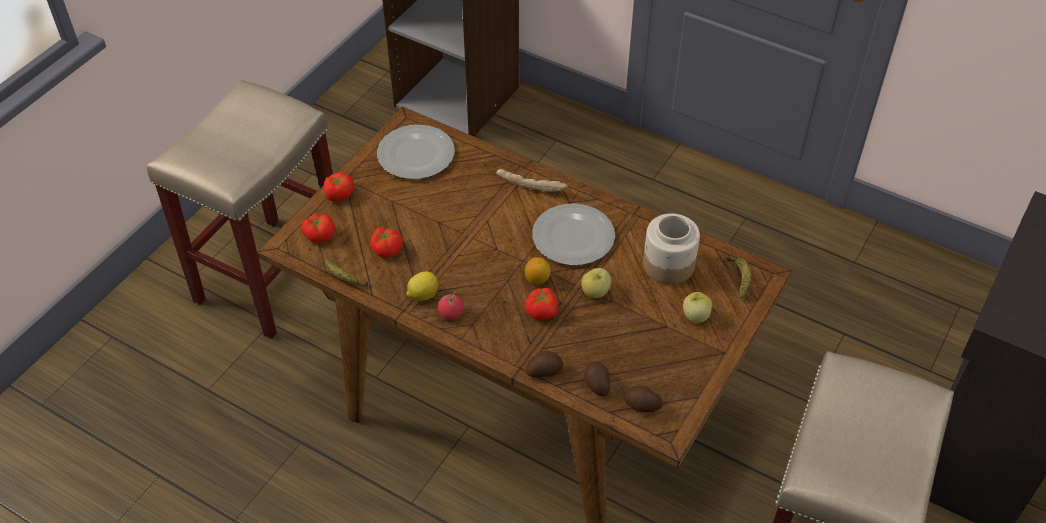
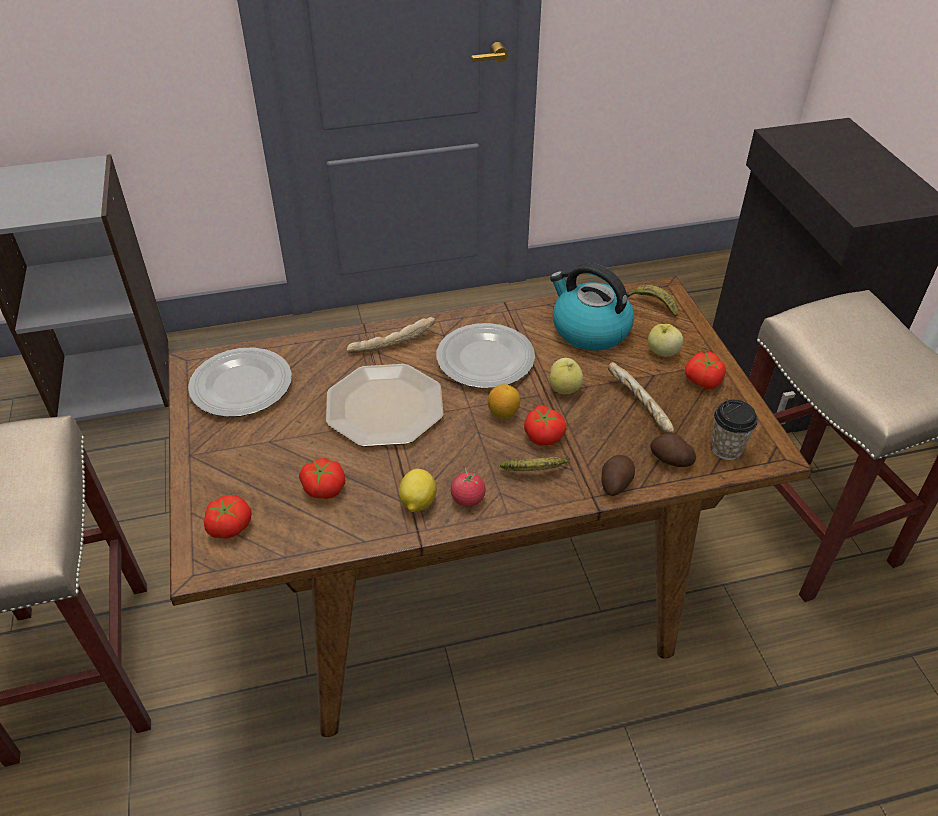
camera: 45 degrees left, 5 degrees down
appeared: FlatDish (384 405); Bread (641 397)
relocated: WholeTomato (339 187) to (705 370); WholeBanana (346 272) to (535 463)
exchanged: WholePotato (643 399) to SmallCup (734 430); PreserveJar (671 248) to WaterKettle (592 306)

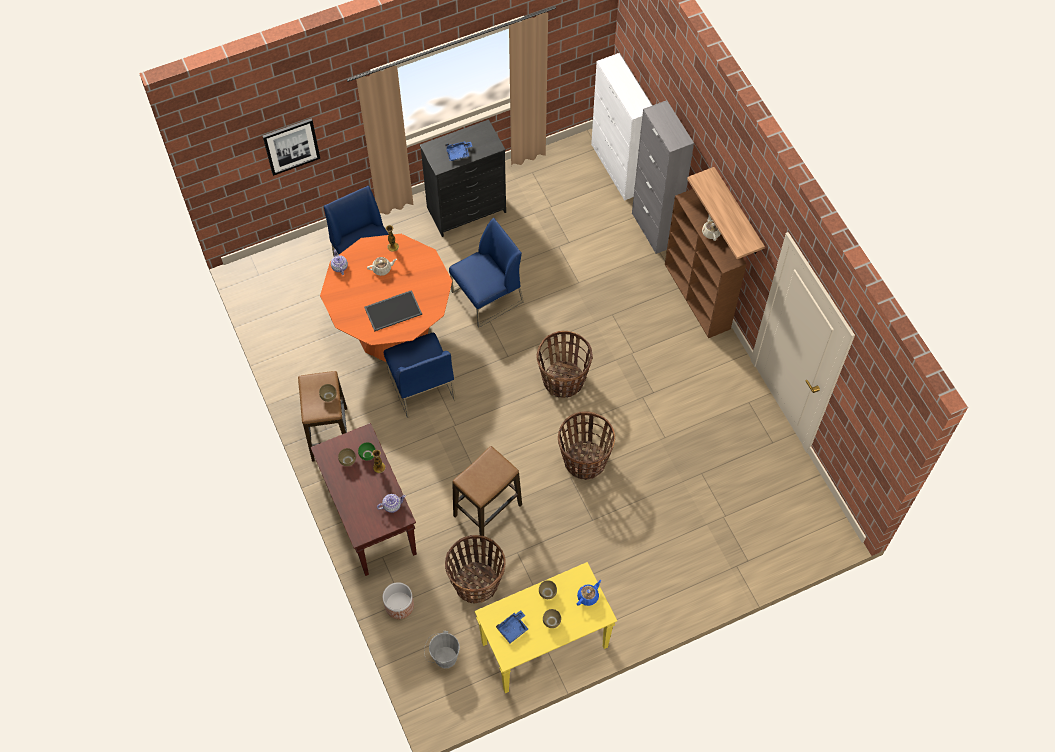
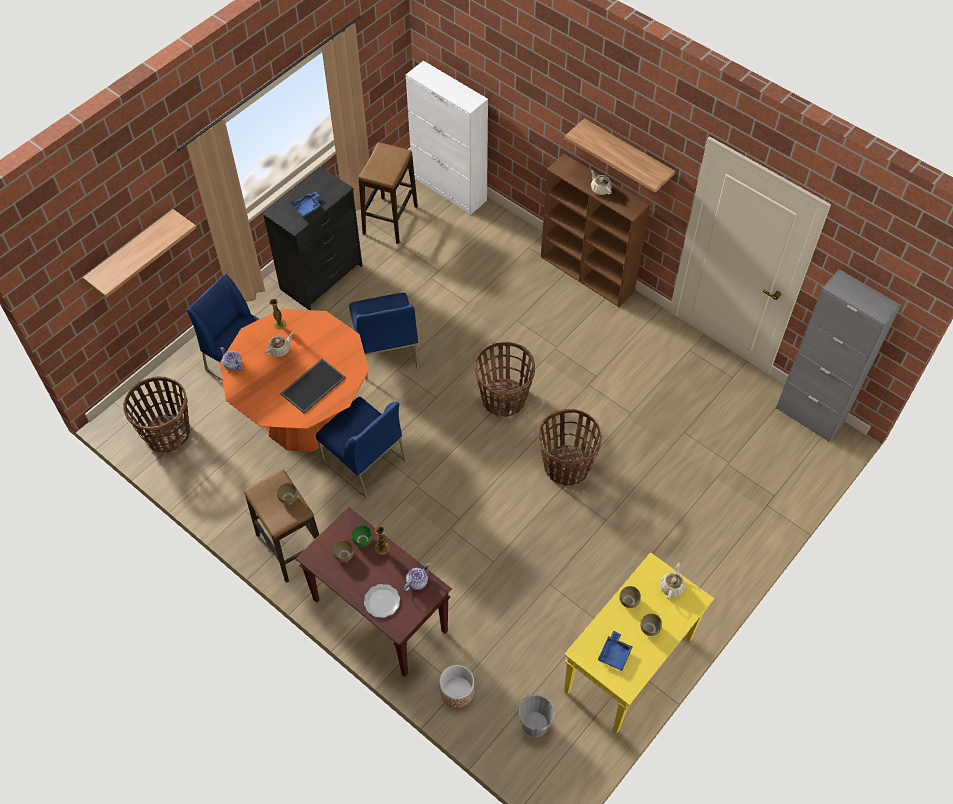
camera: 25 degrees left, 5 degrees down
appeared: FlatDish (382 601)
relocated: StorageBasket (475 569) to (156 415); SittingStool (487 493) to (388 193); GreyishCupboard (663 177) to (838 355)
exchanged: WallArt (291 147) to Shelf (139 253)
colour: BluePotForTea (589 593) to BeigePotForTea (672 581)
spun: BlueUprightChair (486 273) = (384 336) 135 degrees clockwise

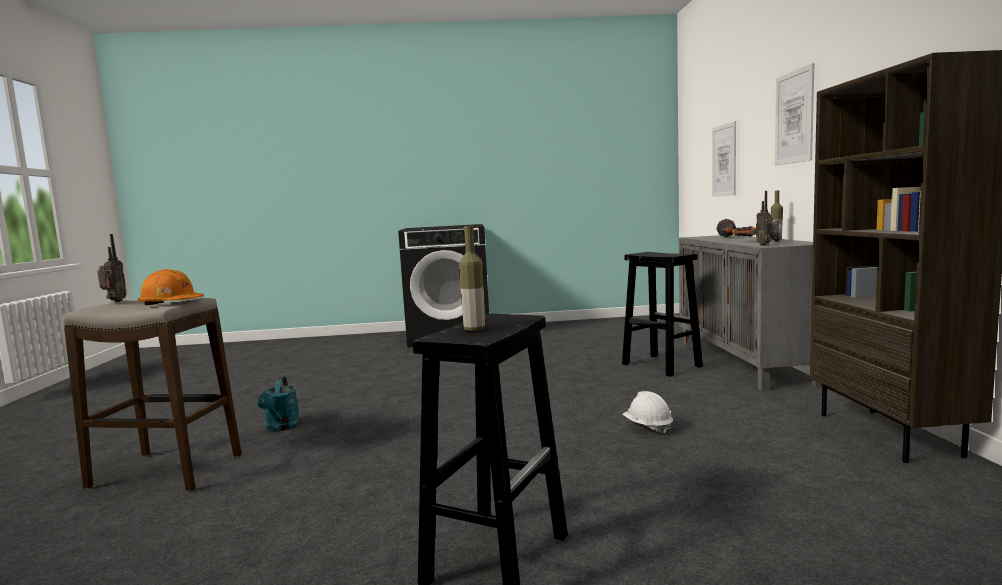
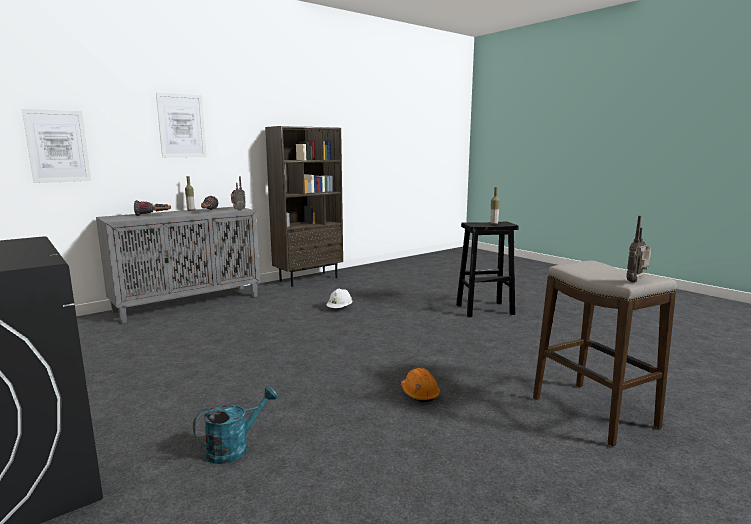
camera: 125 degrees left, 5 degrees up
missing: BlackishSittingStool (662 314)
relocated: OrangeyWorkHelmet (171 287) to (420 385); TurquoiseSprinklingCan (279 404) to (235 425)

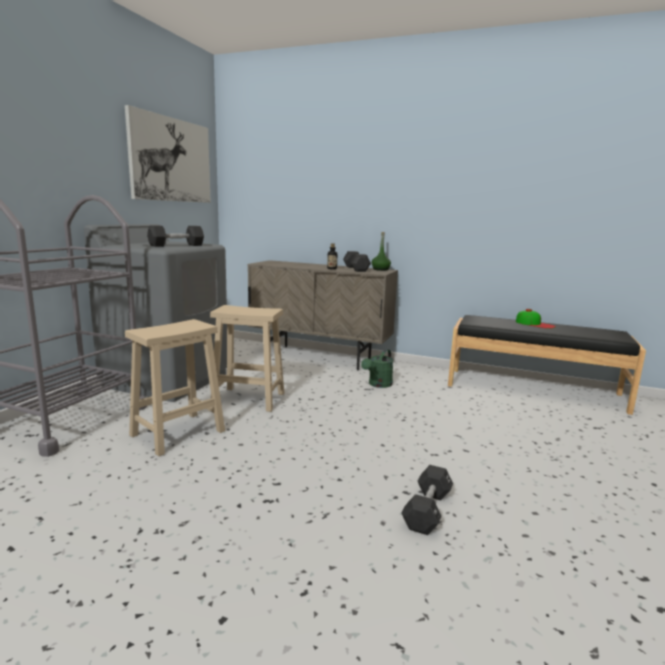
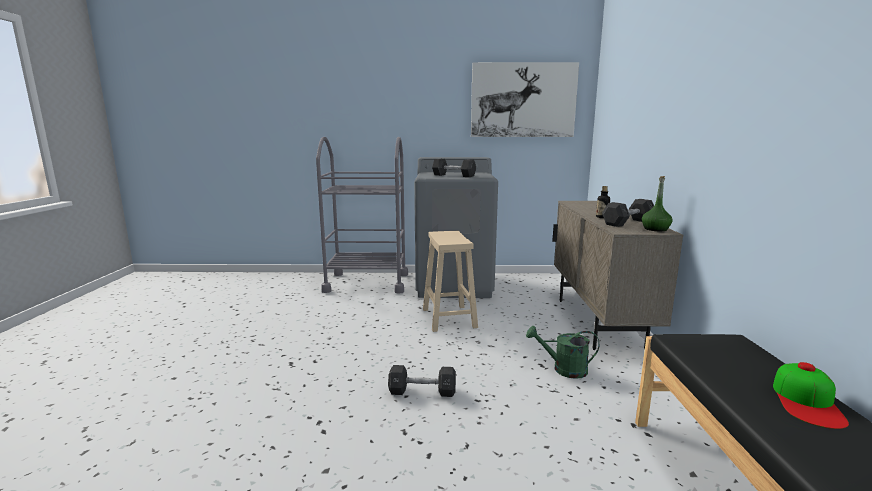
camera: 70 degrees right, 0 degrees up
missing: BeigeSittingStool (175 387)
relocated: BlackishDumbbell (427 500) to (422 381)

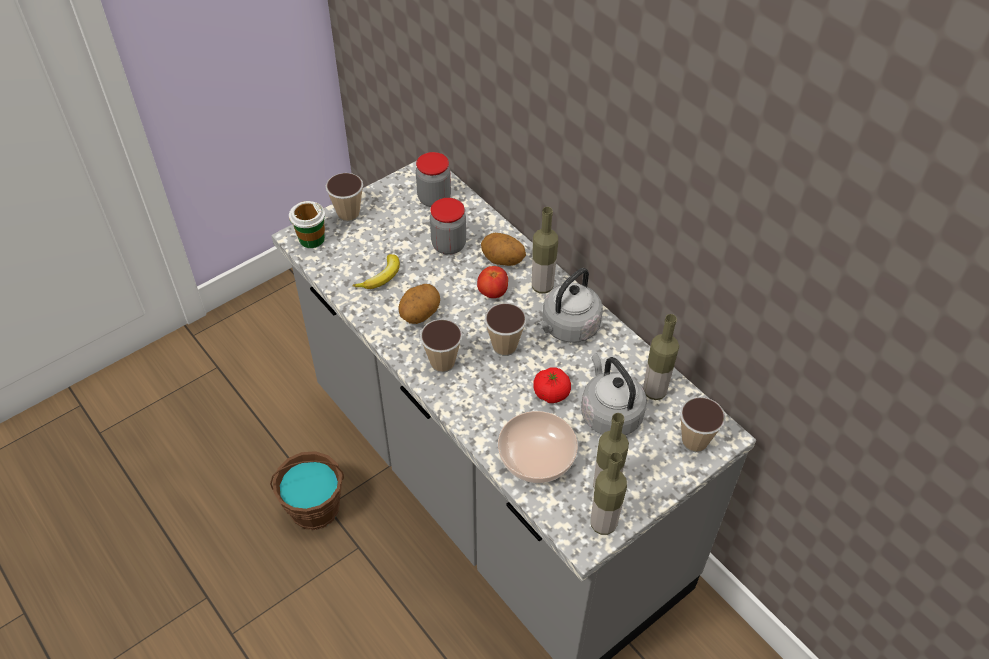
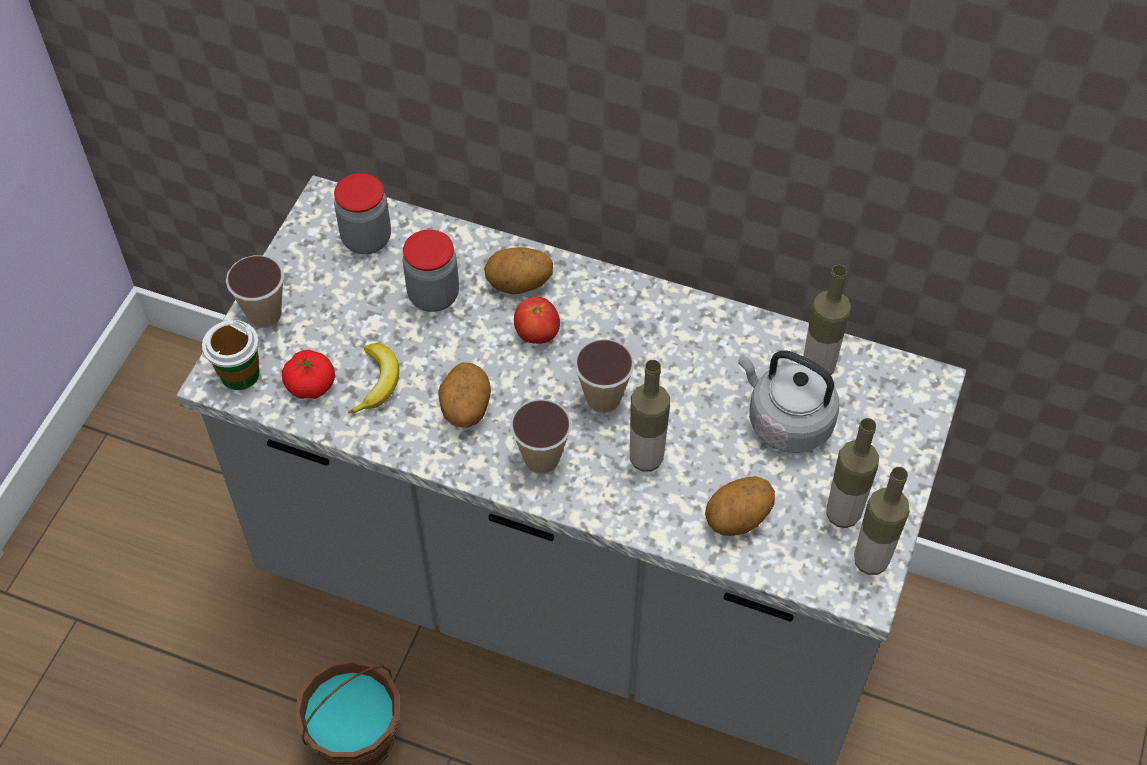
camera: 30 degrees left, 5 degrees up
missing: GreyishWaterKettle (570 305); SmallCup (703 424)
relocated: DrinkBottle (545 250) to (650 416); WholeTomato (552 385) to (308 374)
exchanged: DeepDish (538 447) to WholePotato (740 506)

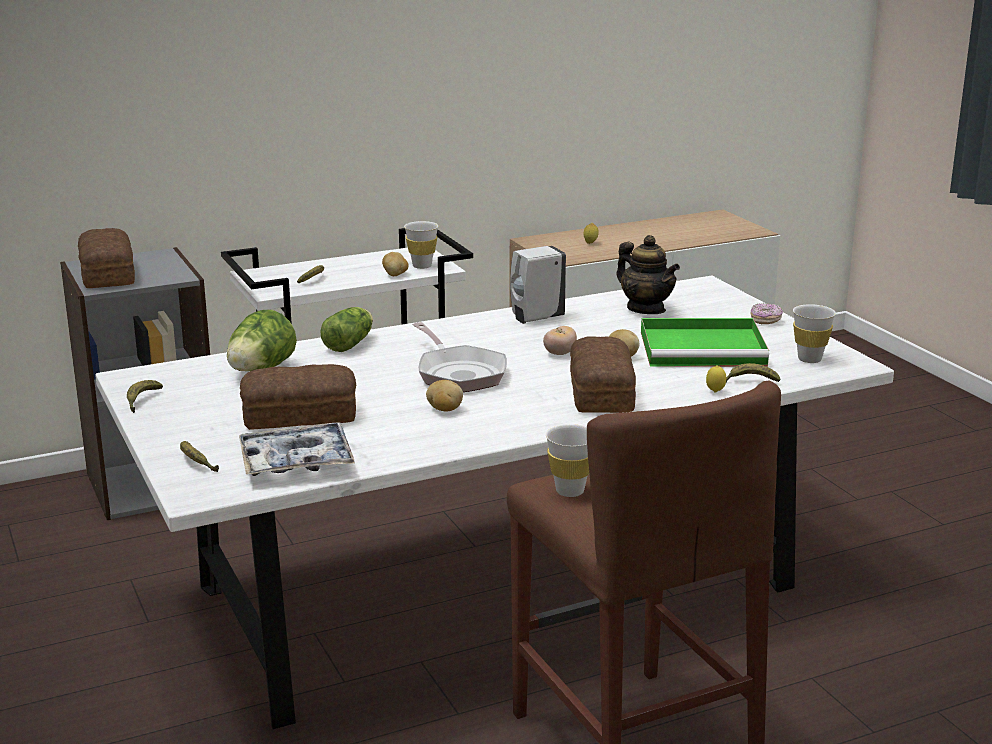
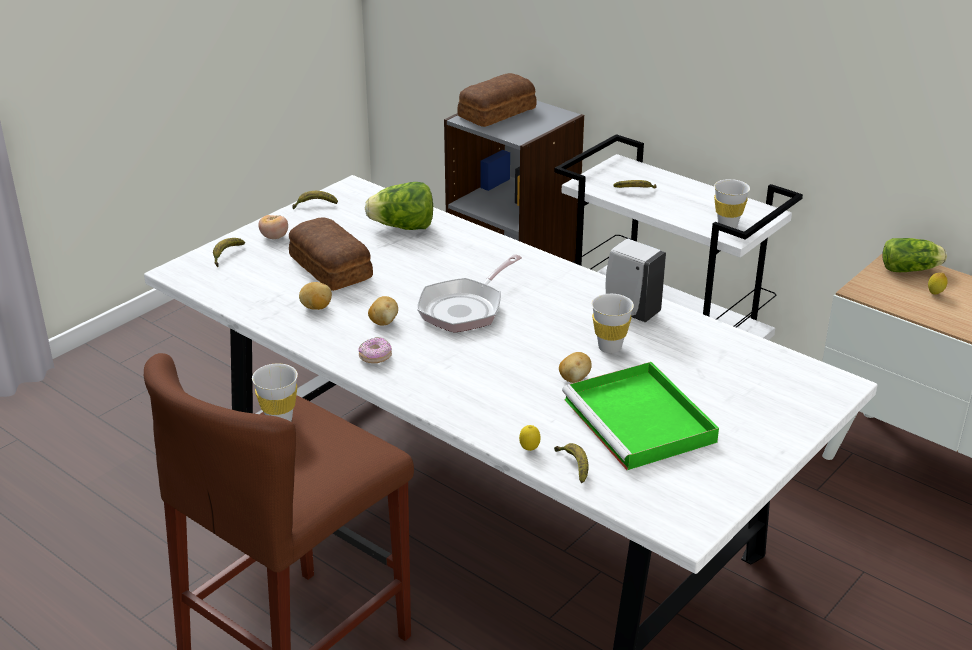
camera: 65 degrees right, 10 degrees up
missing: Tray (297 449); Bread (603 375); PotForTea (648 274)
relocated: Lettuce (347 329) to (914 255); WholePotato (395 264) to (315 296); WholeTomato (560 340) to (273 227); Donut (766 313) to (375 350); WhitishSmallCup (814 333) to (613 323)

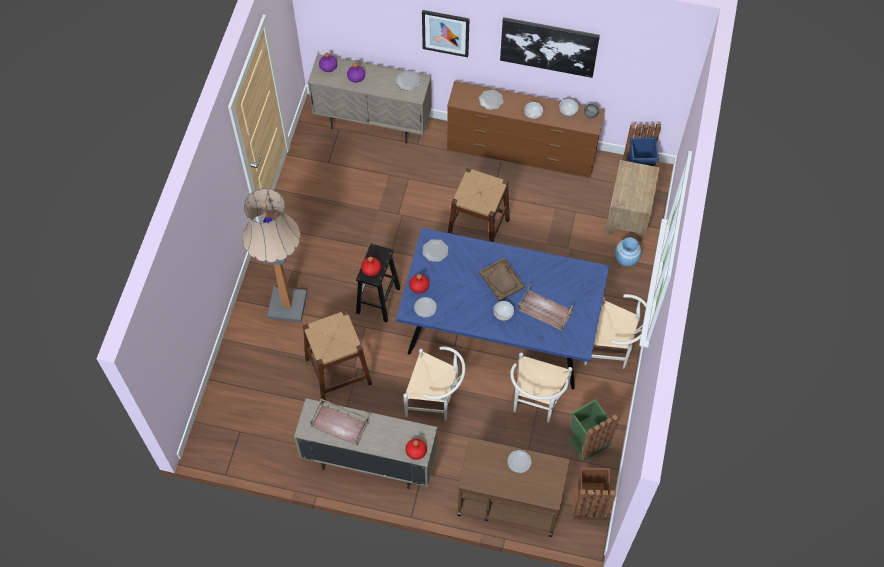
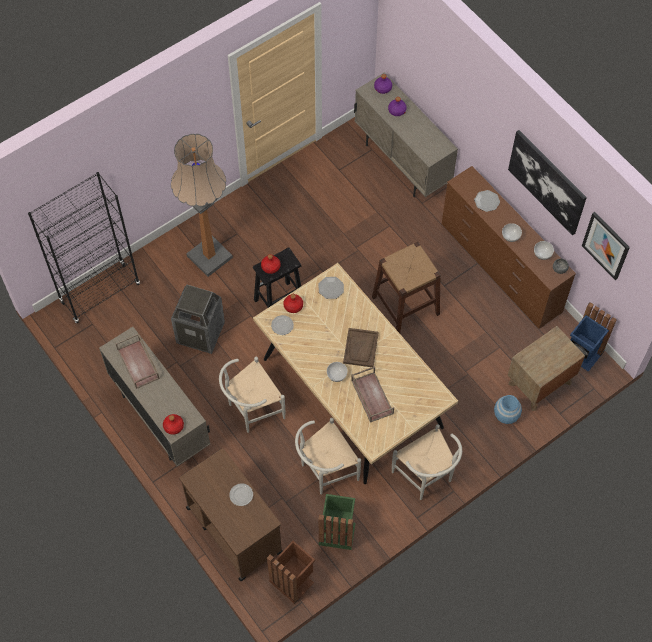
camera: 40 degrees right, 0 degrees up
missing: FlatDish (408 81)
appeared: BlackishBookshelf (84 247)
relocated: WallArt (446 33) to (606 246)
exchanged: BrownColouredSittingStool (337 356) to RubbishBin (198 319)
colour: BlueDinnerTable (502 308) to BeigeDinnerTable (355 373)
spun: WhitishUprightChair (434 383) = (252 395) 90 degrees clockwise

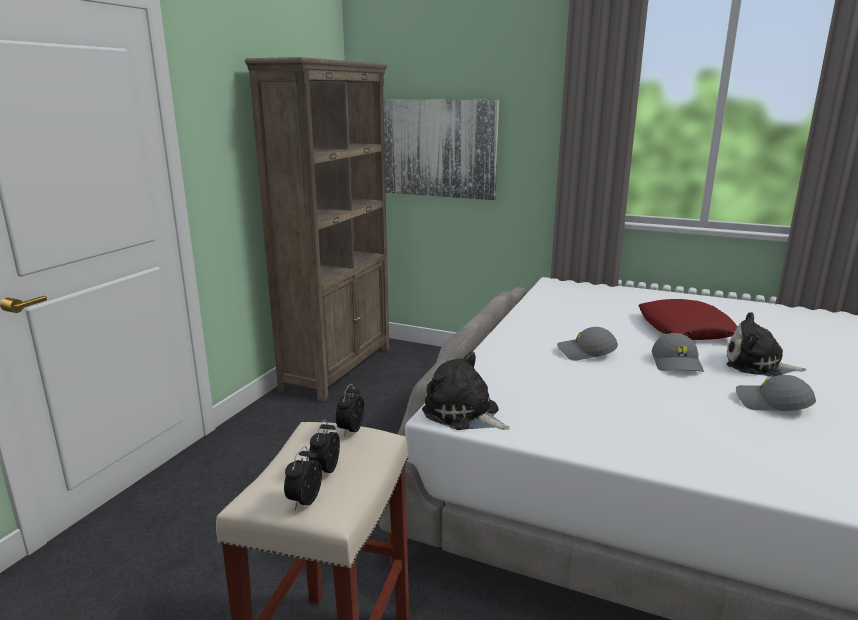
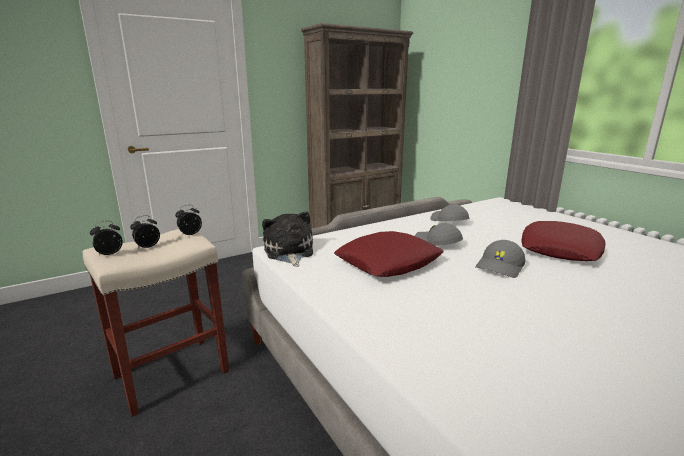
camera: 35 degrees right, 0 degrees up
missing: WallArt (441 149); PlushToy (766 344)
appeared: RedColouredThrowPillow (389 254)
relocated: GreyishCap (776 393) to (449 212)

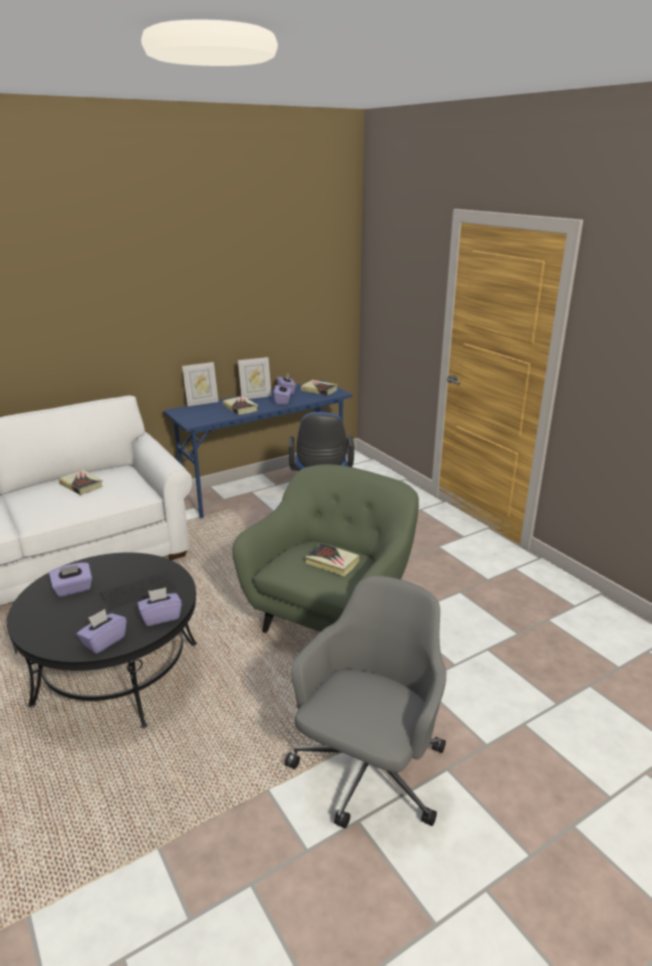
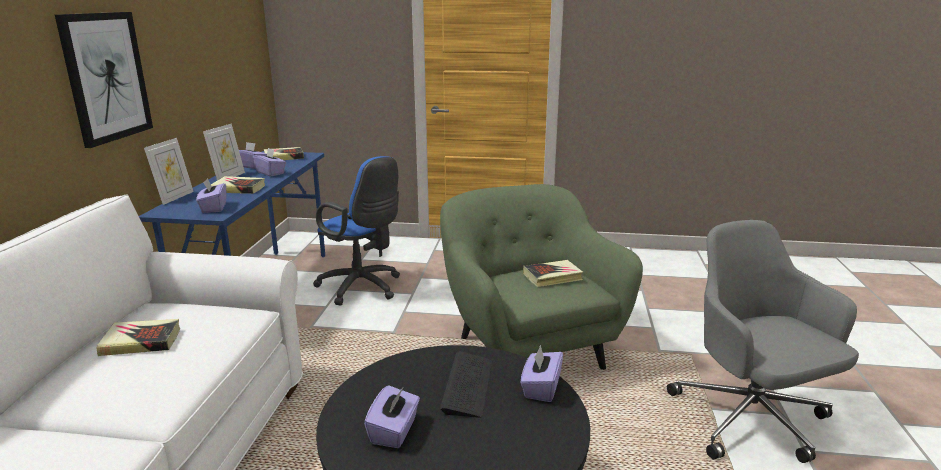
camera: 50 degrees left, 5 degrees down
appeared: WallArt (104 80)
relocated: PurpleColouredTissueHolder (102 631) to (211 195)

